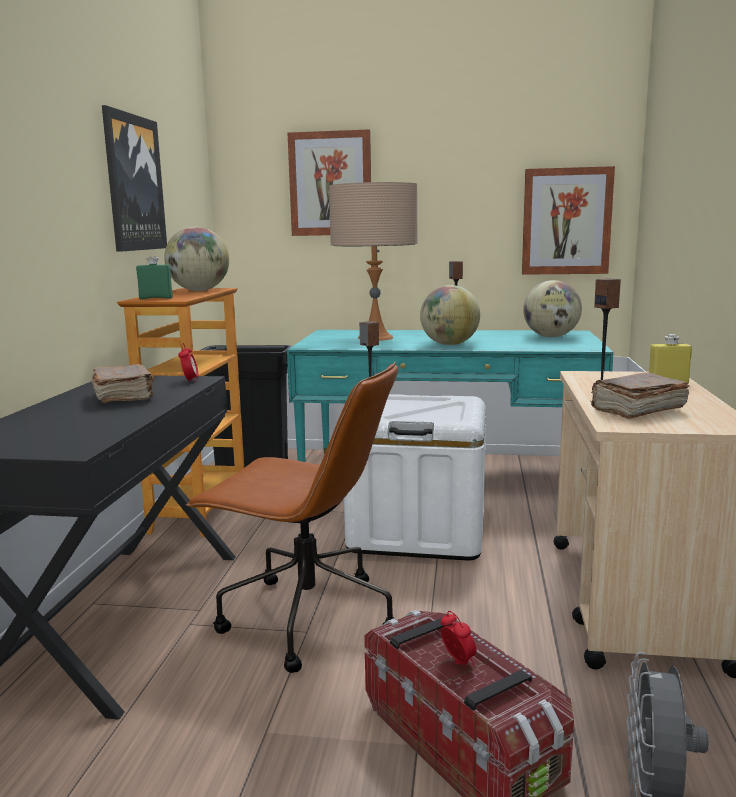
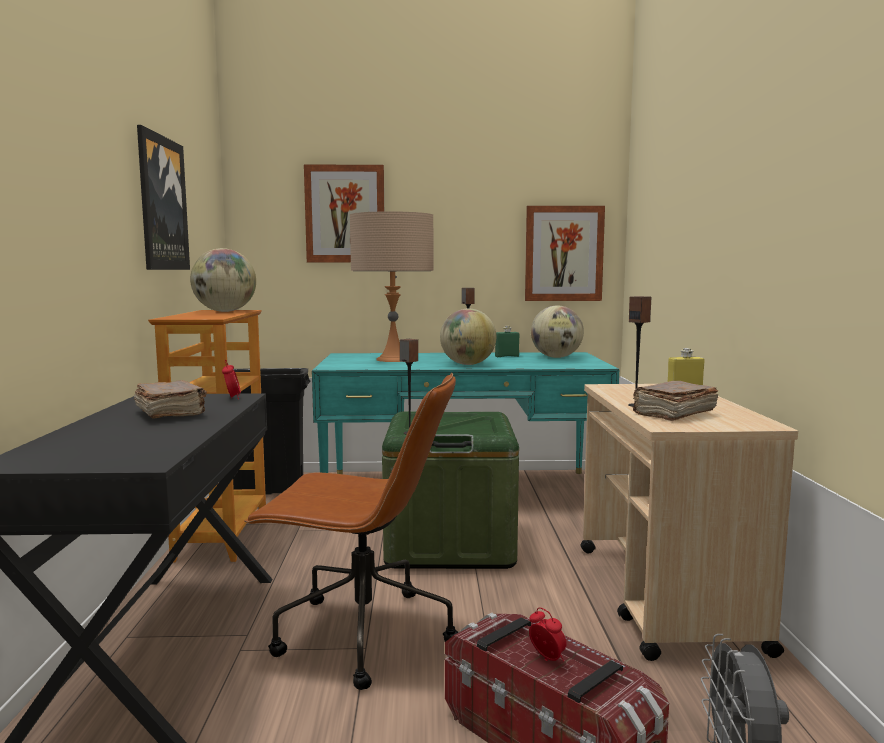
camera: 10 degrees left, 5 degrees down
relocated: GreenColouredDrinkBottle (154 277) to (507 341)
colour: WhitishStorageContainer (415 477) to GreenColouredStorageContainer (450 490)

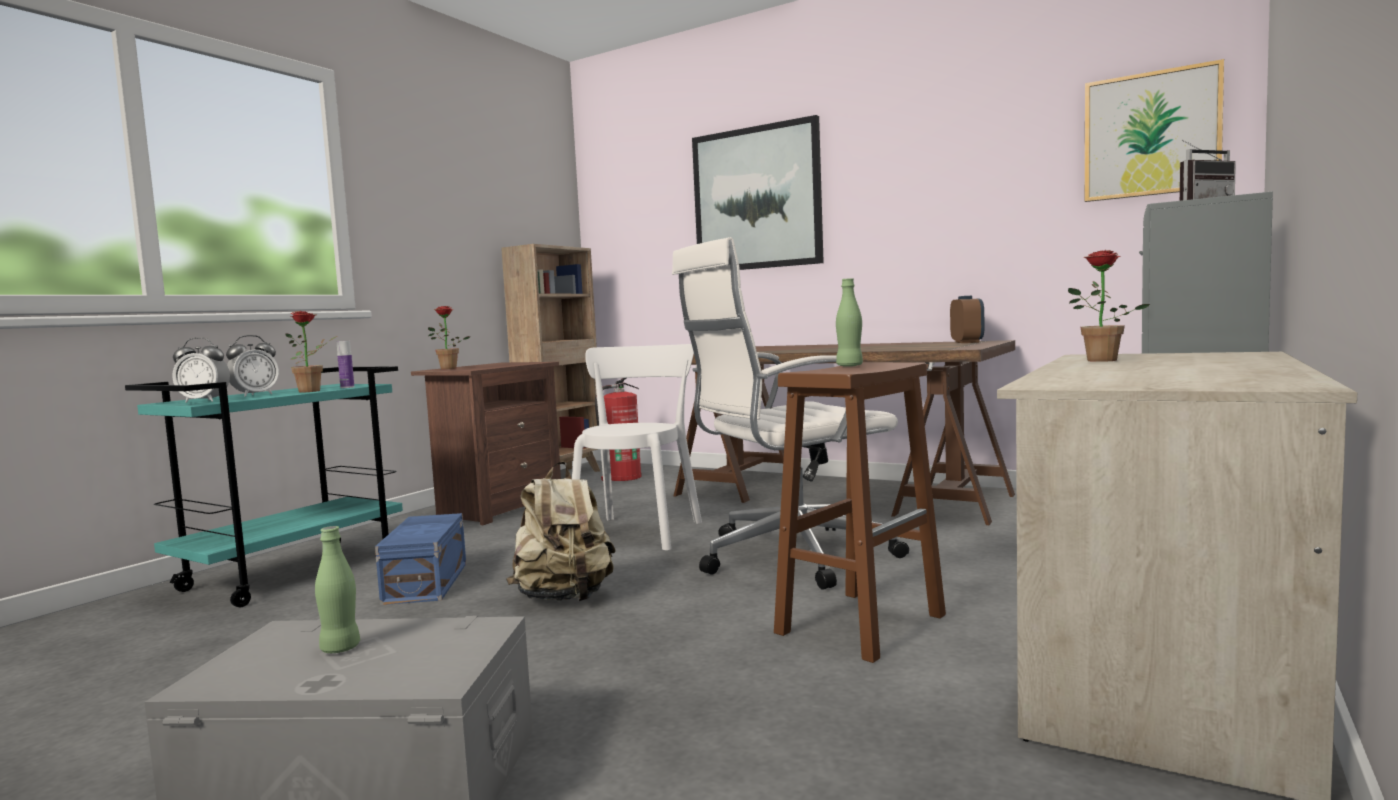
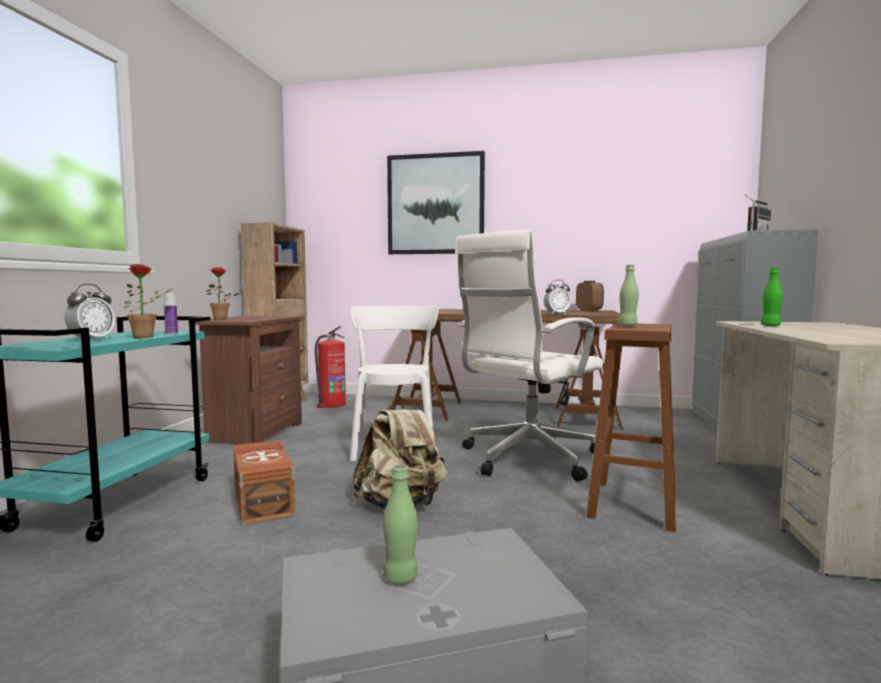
camera: 20 degrees left, 0 degrees up
missing: WallArt (1154 130)
relocated: TableClock (201 370) to (557 296)
exchanged: PlantInAPot (1109 306) to GreenColouredDrinkBottle (772 297)
colour: BlueStorageContainer (420 559) to BrownColouredStorageContainer (264 482)

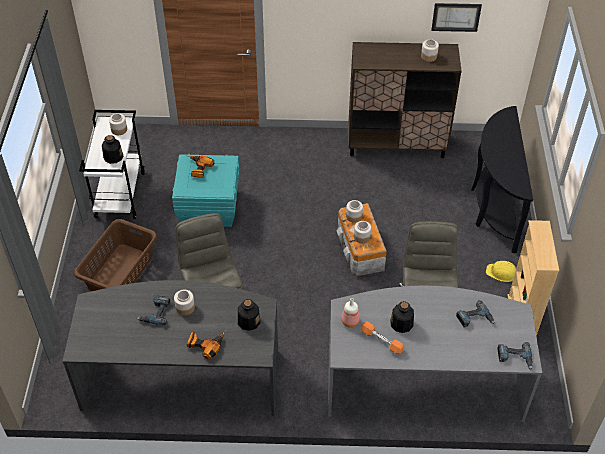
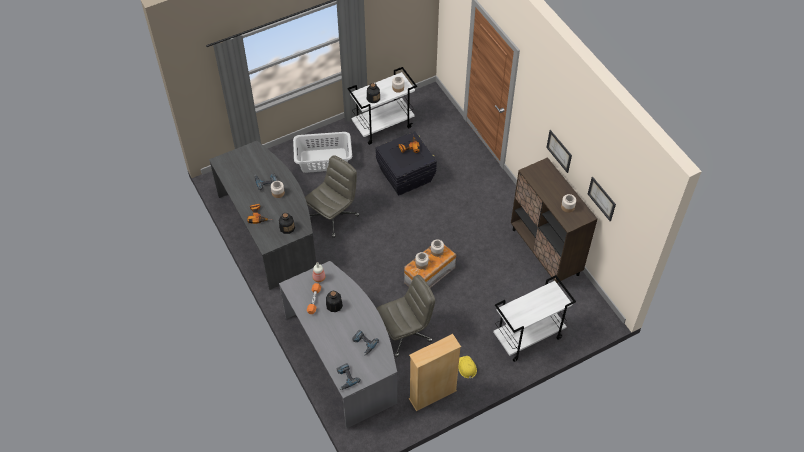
camera: 60 degrees right, 5 degrees up
appeared: WallArt (559 151)
exchanged: BlackishNarrowTable (502 179) to WhitishCart (534 318)
colour: BrownColouredWashingBasket (115 255) to GreyishWashingBasket (322 152); TurquoiseStorageContainer (205 190) to BlackishStorageContainer (406 163)

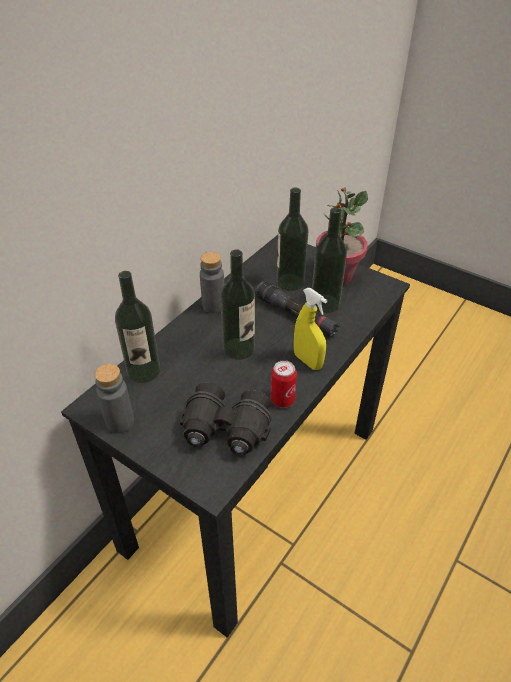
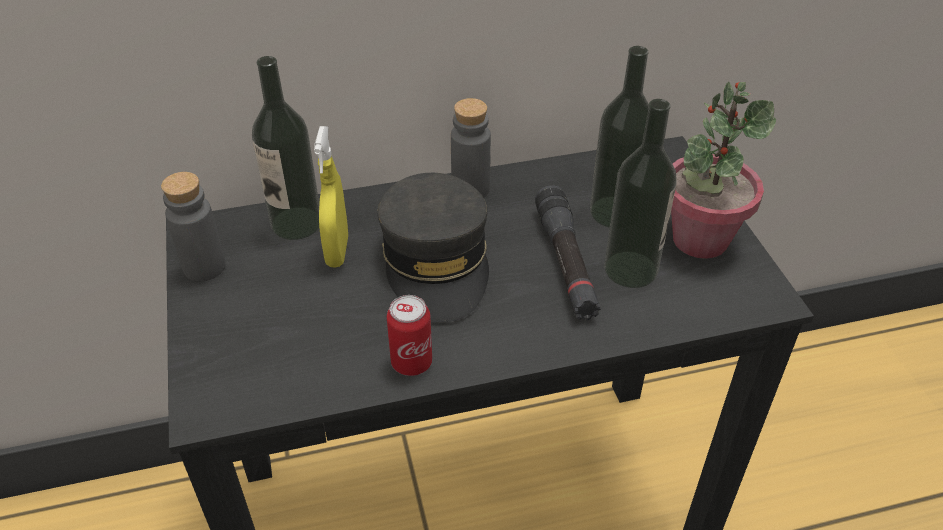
camera: 40 degrees right, 0 degrees up
missing: BlackishBinoculars (225 419)
relocated: YellowHandSprayer (310 329) to (331 197)
exchanged: DrinkBottle (237 304) to GreyishCap (433 247)

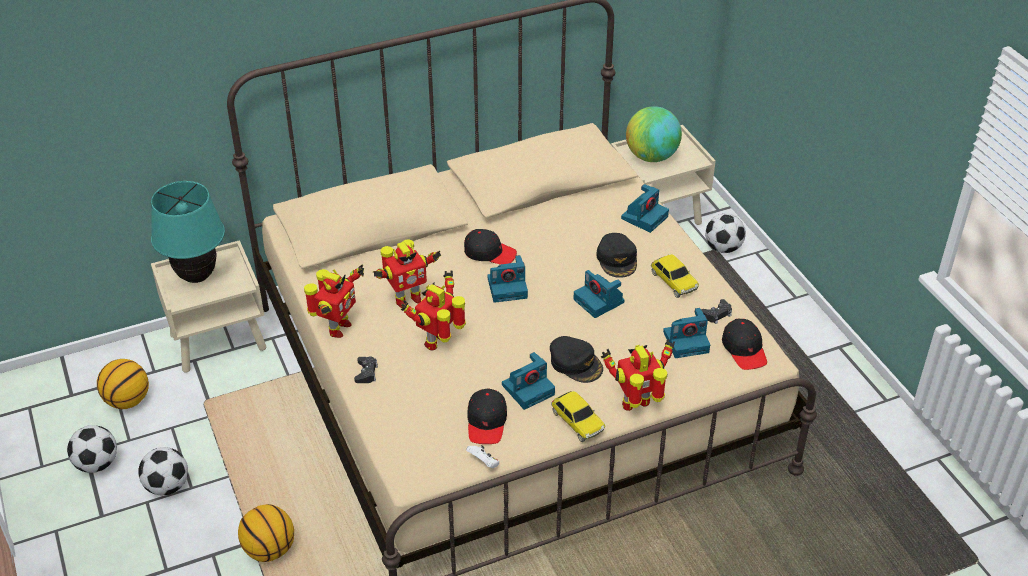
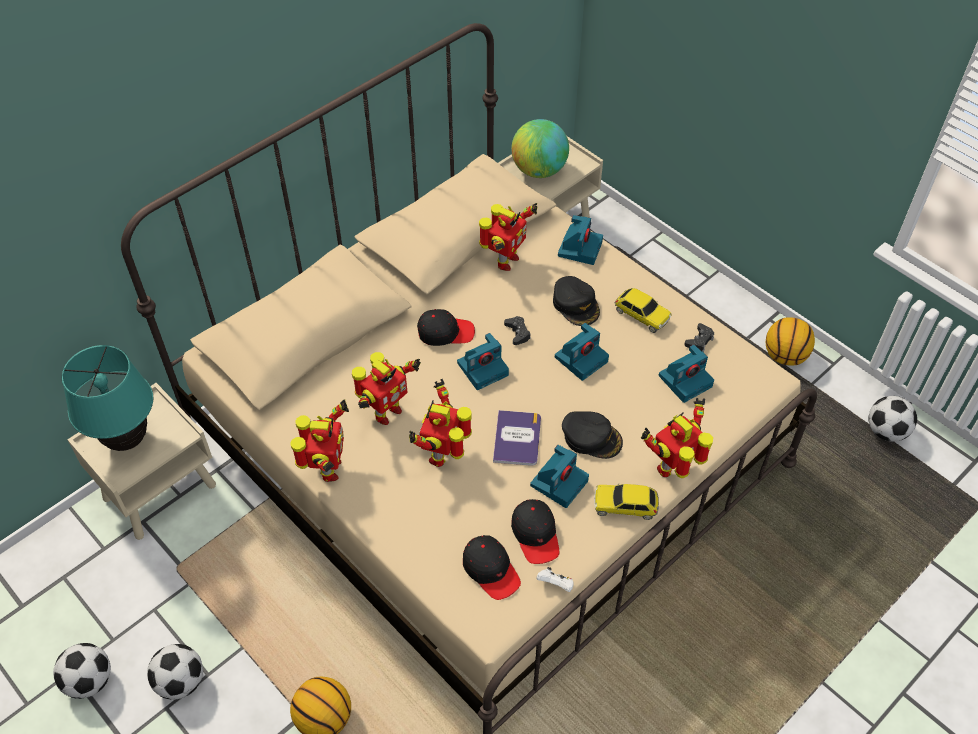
camera: 20 degrees left, 10 degrees up
appeared: RobotFigure (508 237); Volume (517 438)
relocated: BallForBasketball (123 384) to (790 341); BlackishGameController (366 369) to (517 330); BallForFootball (725 233) to (892 418); BlackishCap (744 344) to (492 567)
spun: ModelCar (578 416) = (626 502) 150 degrees clockwise; PhotoCamera (599 294) = (582 352) 75 degrees counterclockwise

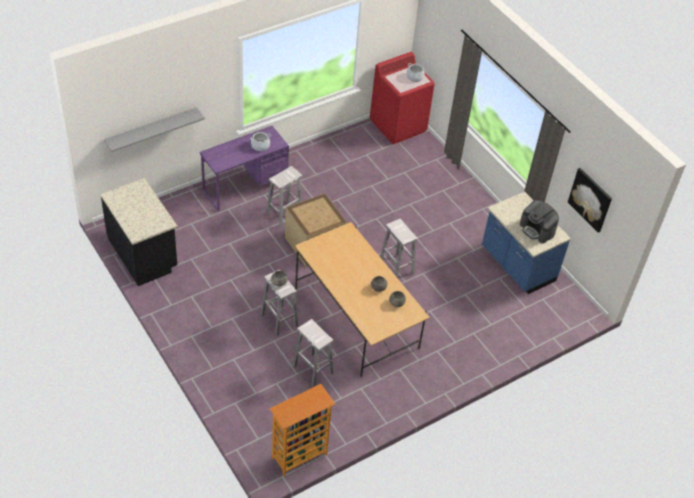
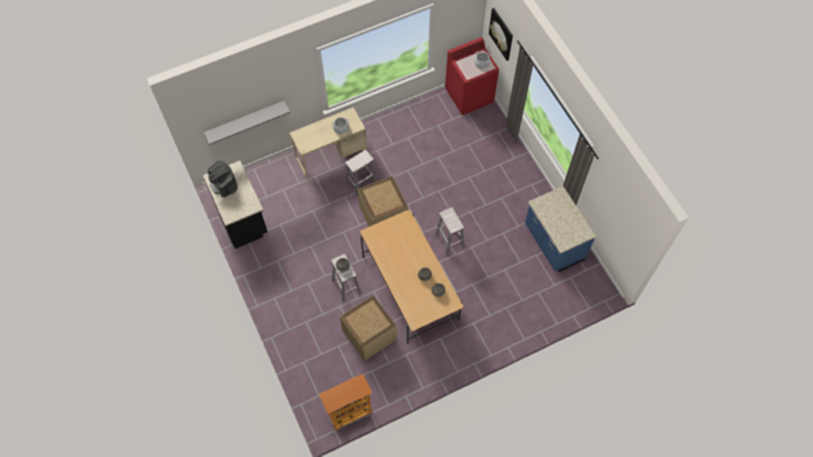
camera: 10 degrees right, 15 degrees up
relocated: CoffeeMachine (539 221) to (223 179); WallArt (590 200) to (501 34)
exchanged: WhitishSittingStool (313 353) to ShippingCrate (368 328)
colour: PurpleColouredDeskTable (244 168) to BeigeDeskTable (328 142)

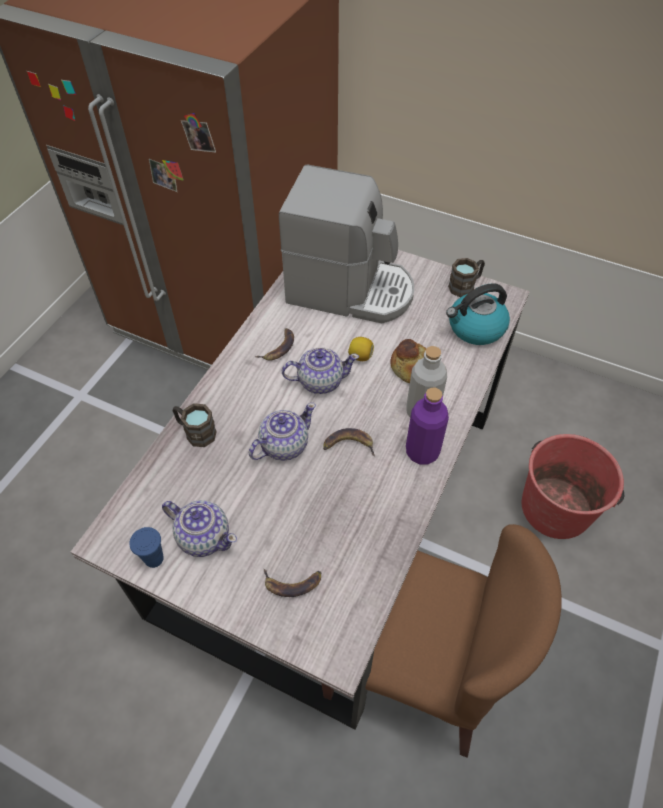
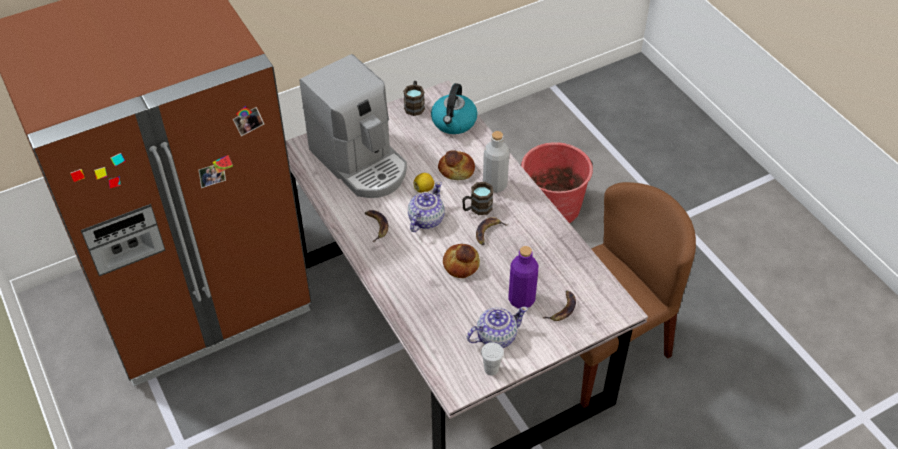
camera: 55 degrees left, 5 degrees down
relocated: BrownColouredMug (195 425) to (477 198); PurpleColouredDrinkBottle (427 426) to (523 277)
exchanged: PotForTea (282 432) to Bread (461 261)
colour: BlueSmallCup (146 547) to WhitishSmallCup (492 359)
spun: CoffeeMachine (346 244) = (353 126) 90 degrees clockwise

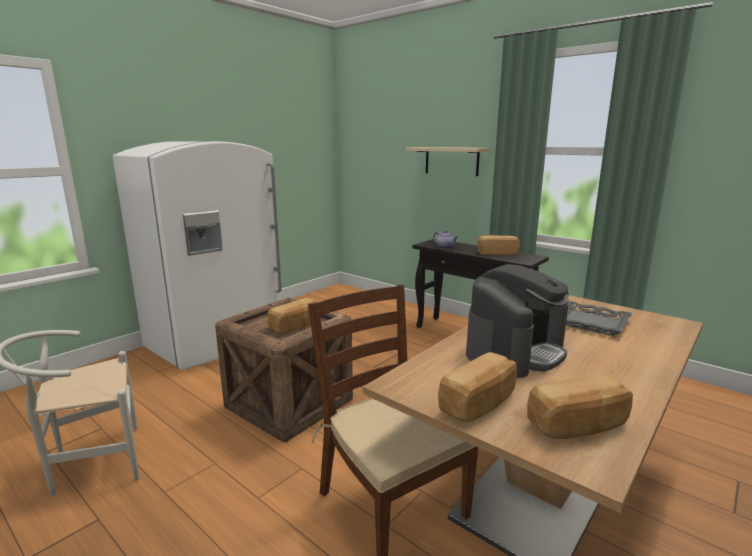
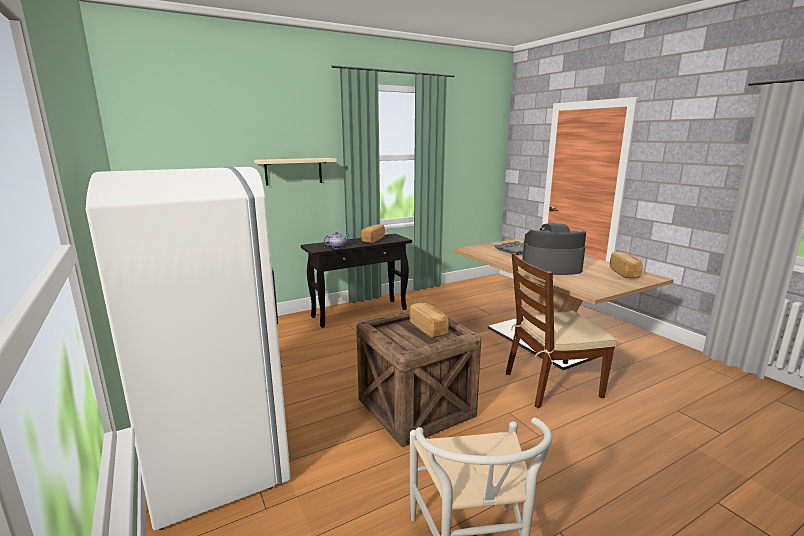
camera: 70 degrees left, 0 degrees up
missing: Bread (477 387)
spun: CoffeeMachine (517 321) = (554 249) 60 degrees counterclockwise

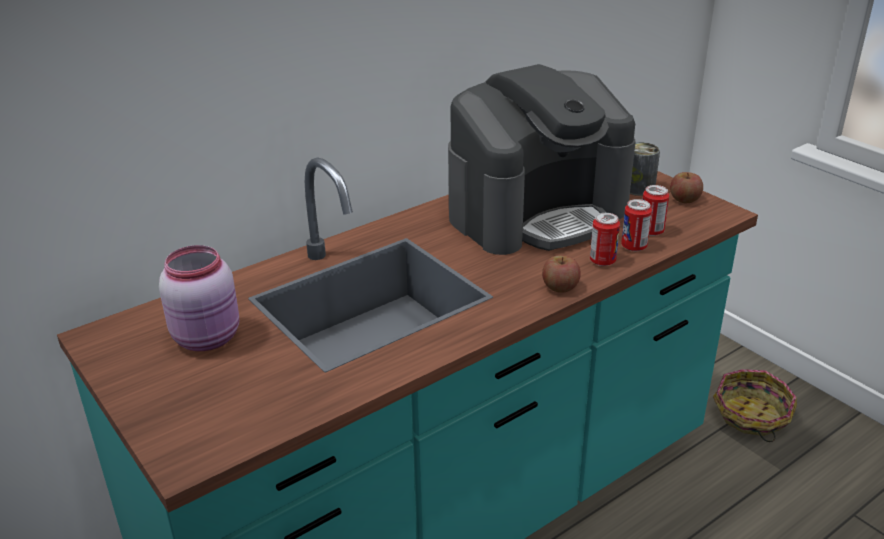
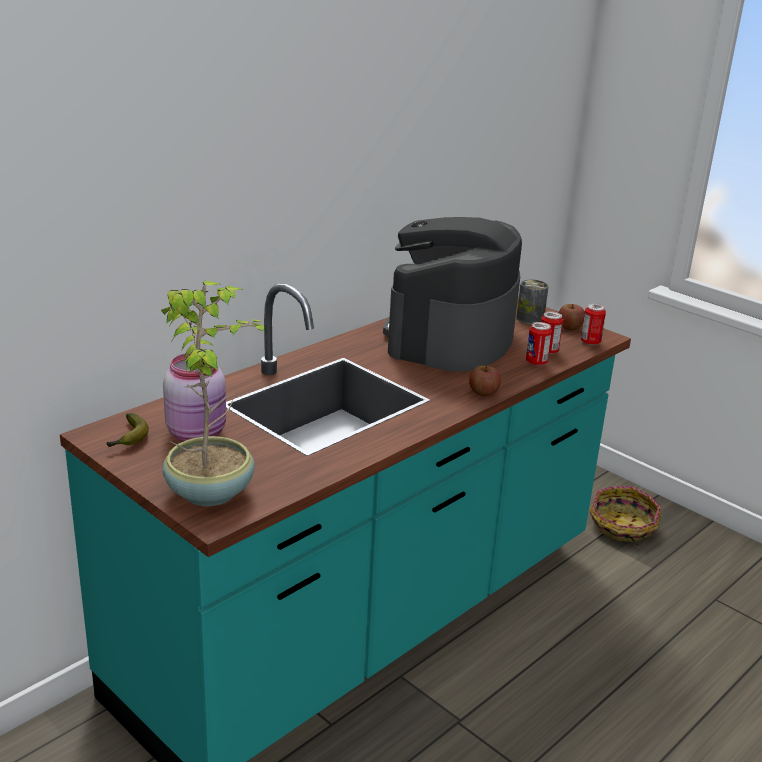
camera: 10 degrees left, 5 degrees down
appeared: WholeBanana (128 430); PlantInAPot (215 393)
relocated: MetalCan (605 239) to (593 324)
spun: CoffeeMachine (542 159) = (452 294) 150 degrees clockwise

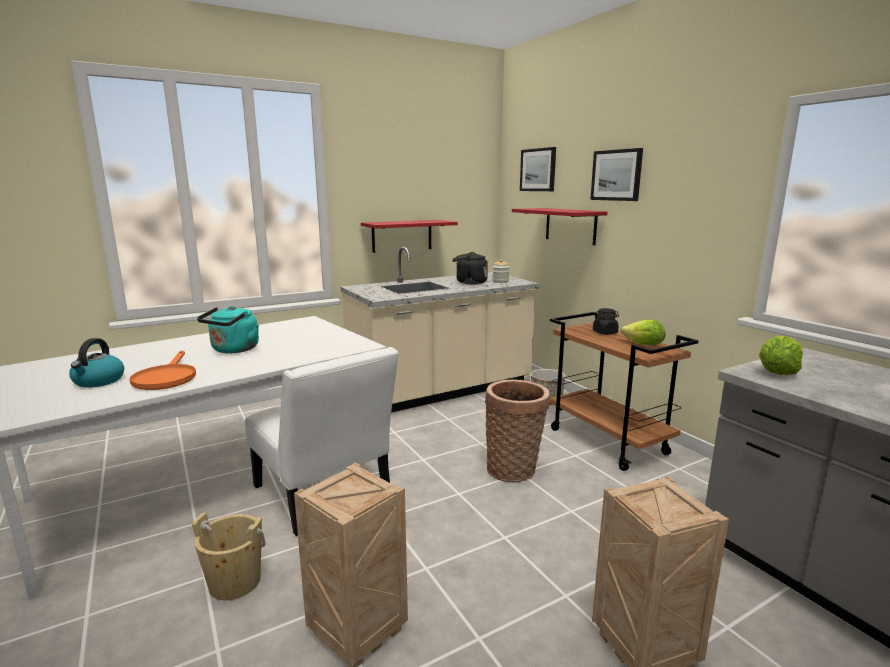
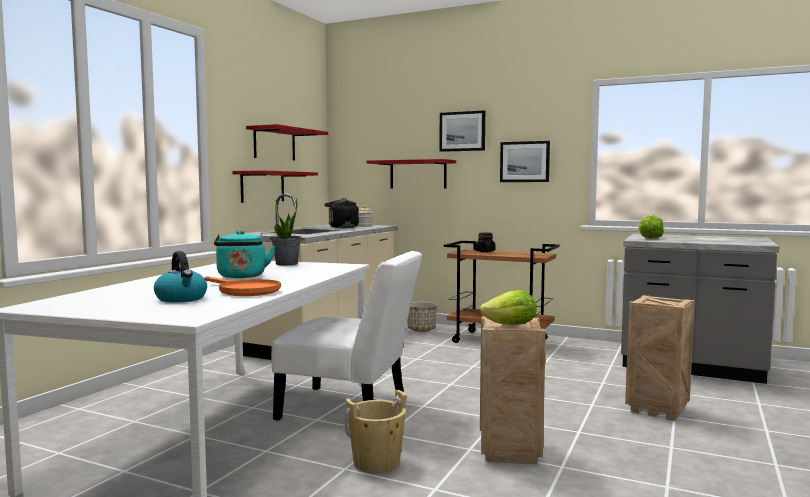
camera: 35 degrees left, 10 degrees down
missing: StorageBasket (517 431)
appeared: RedColouredShelf (287 142); PlantInAPot (286 231)
relocated: WallArt (538 169) to (525 161); Lettuce (643 332) to (508 307)

